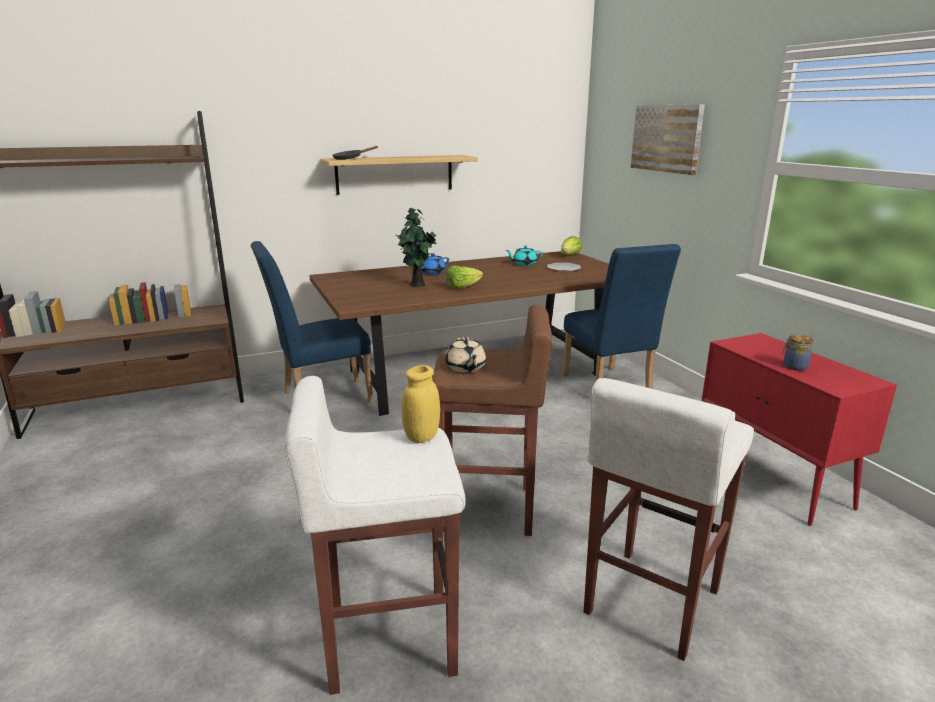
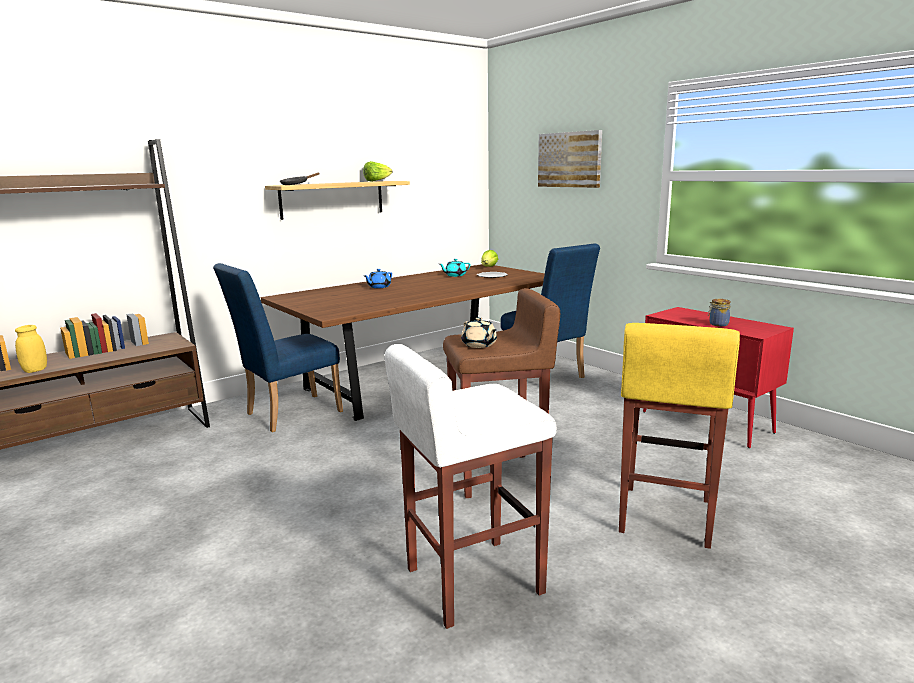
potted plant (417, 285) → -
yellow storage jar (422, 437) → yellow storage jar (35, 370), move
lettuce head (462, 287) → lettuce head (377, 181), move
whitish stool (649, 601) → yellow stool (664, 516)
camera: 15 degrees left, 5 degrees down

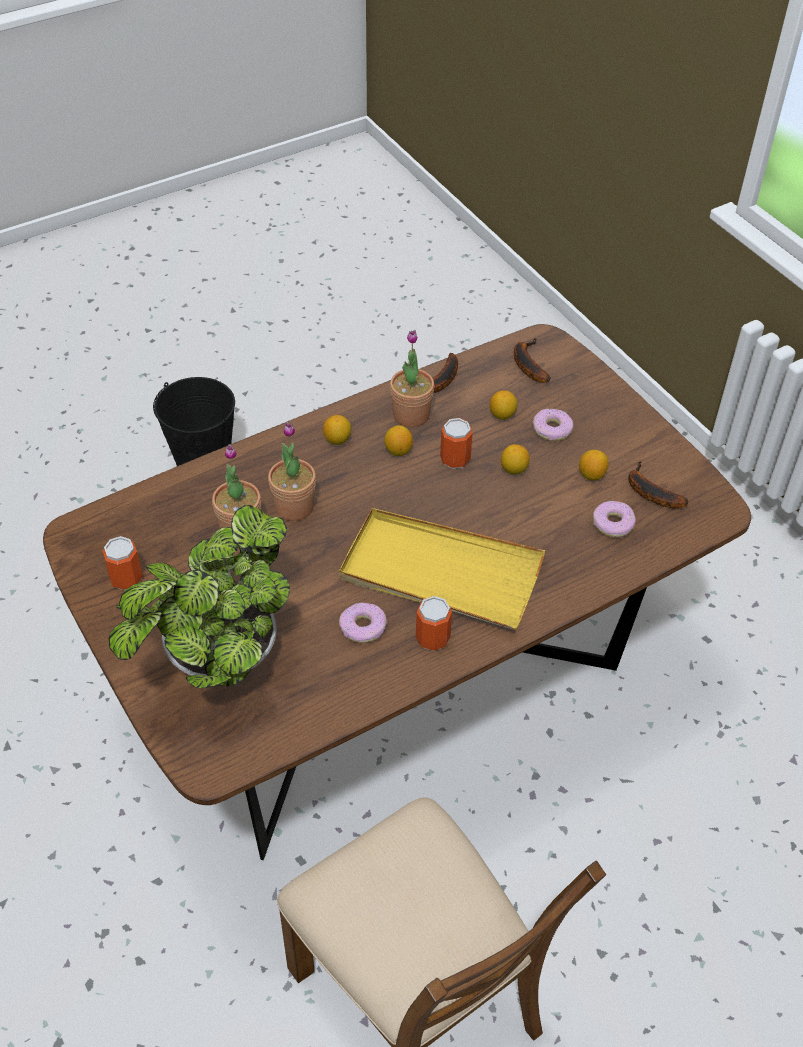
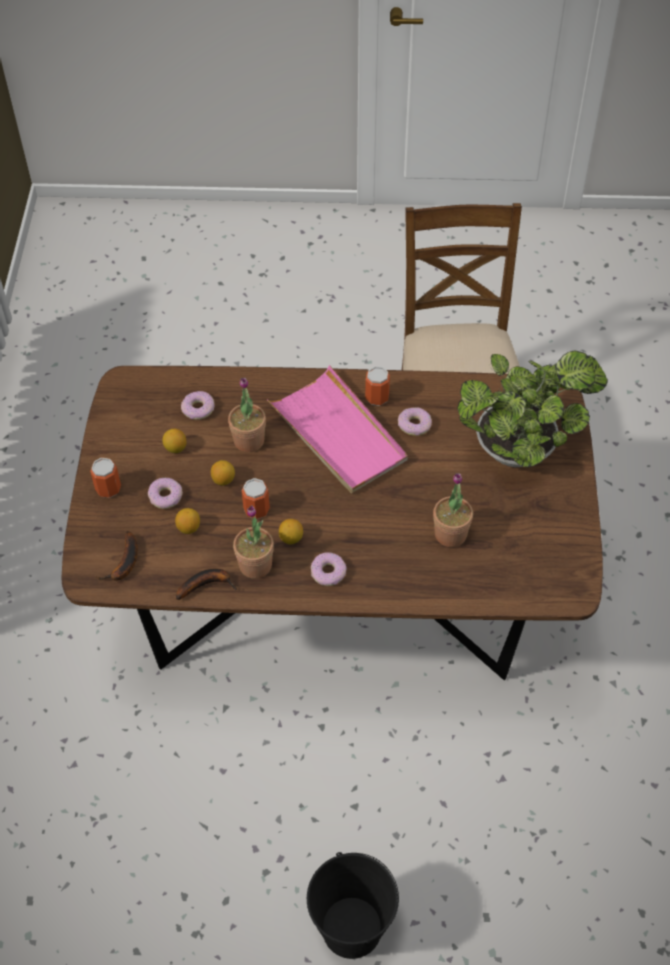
banana fruit (649, 492) → -
metal can (126, 579) → metal can (108, 489), move
potted plant (294, 507) → potted plant (249, 441), move
whole lemon (337, 440) → ring doughnut (328, 572)
yellow serving tray (440, 573) → pink-coloured serving tray (338, 434)
camera: 145 degrees left, 5 degrees up

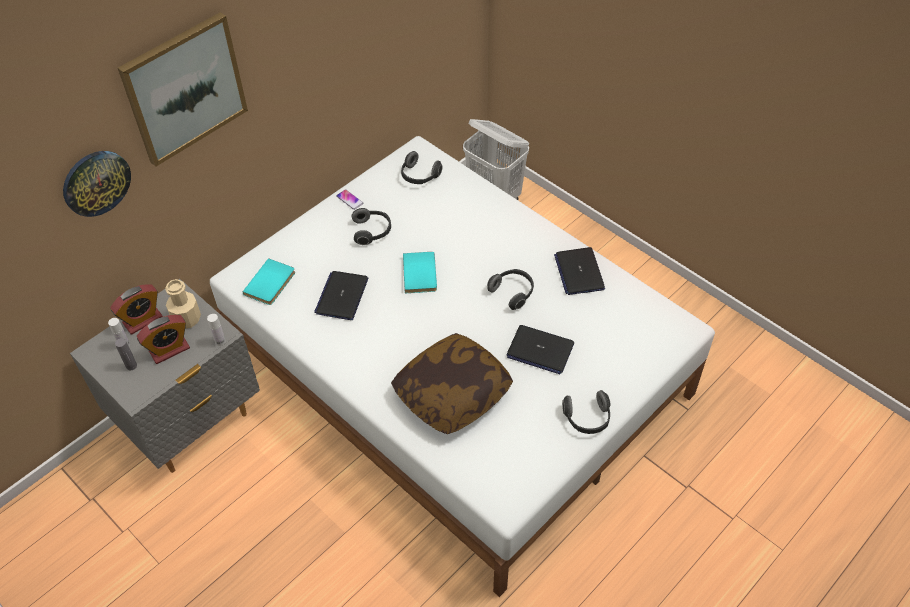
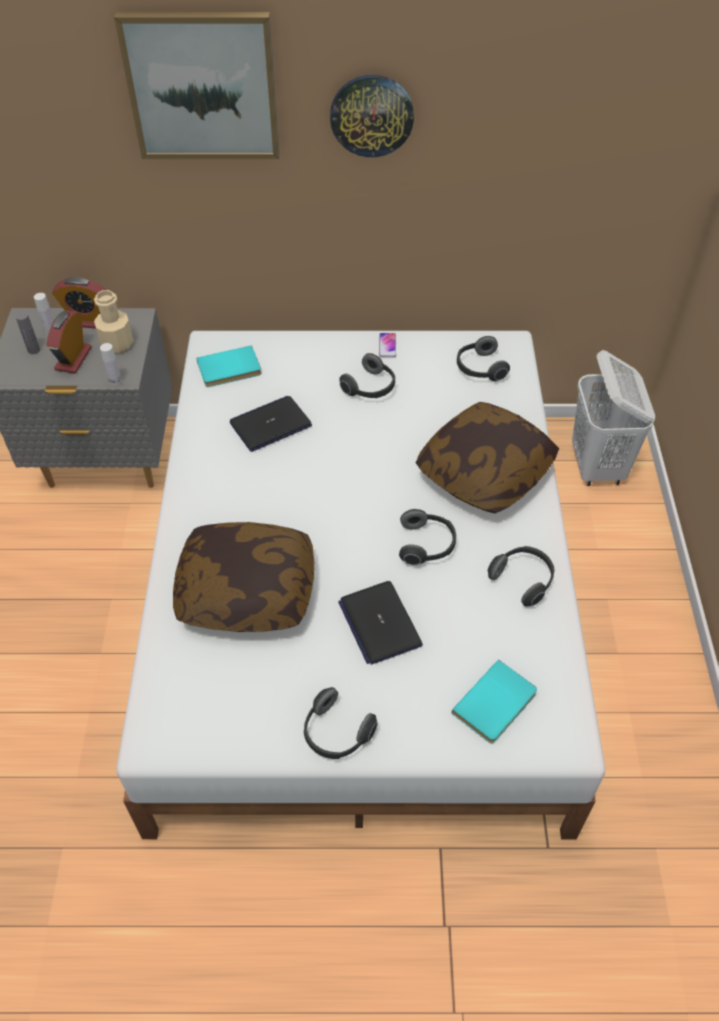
- → cushion (484, 472)
clock on the wall (96, 182) → clock on the wall (371, 115), move
turquoise-coloured volume (421, 274) → turquoise-coloured volume (496, 705), move
laptop (579, 272) → headphones (523, 580)
table clock (169, 350) → table clock (73, 358), 90 degrees clockwise
camera: 45 degrees right, 0 degrees up

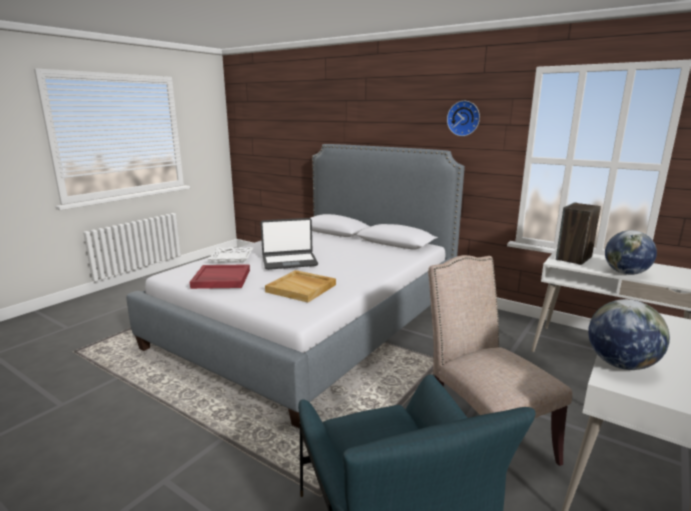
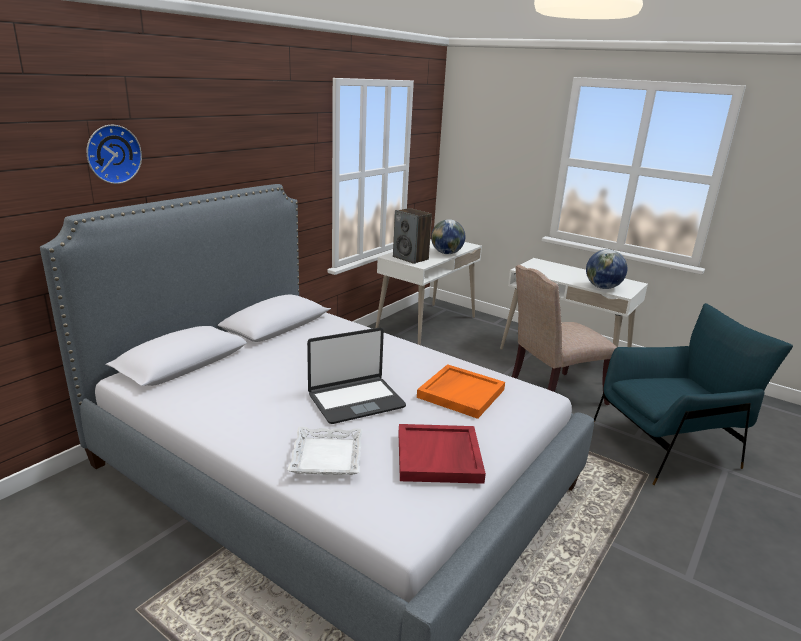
clock on the wall (464, 118) → clock on the wall (112, 154), move
beige serving tray (302, 288) → orange-coloured serving tray (460, 393)
laptop (289, 261) → laptop (355, 400), 75 degrees clockwise
camera: 90 degrees left, 5 degrees up

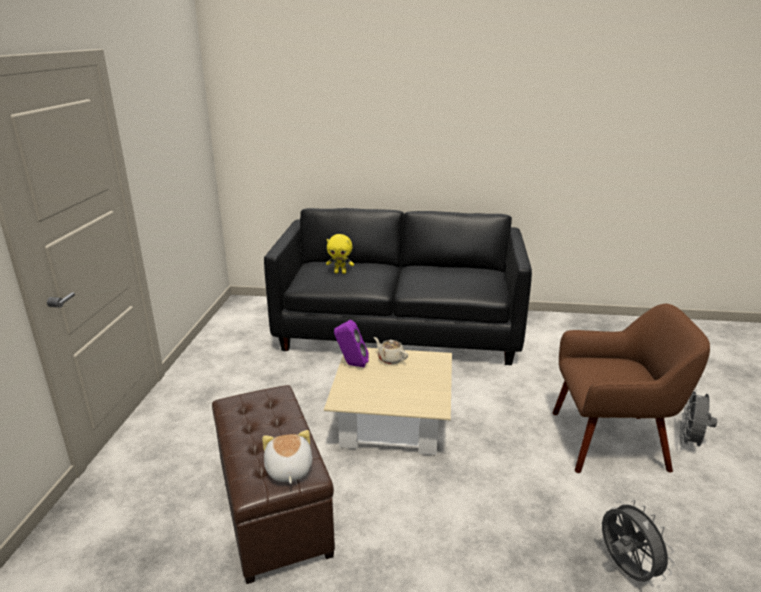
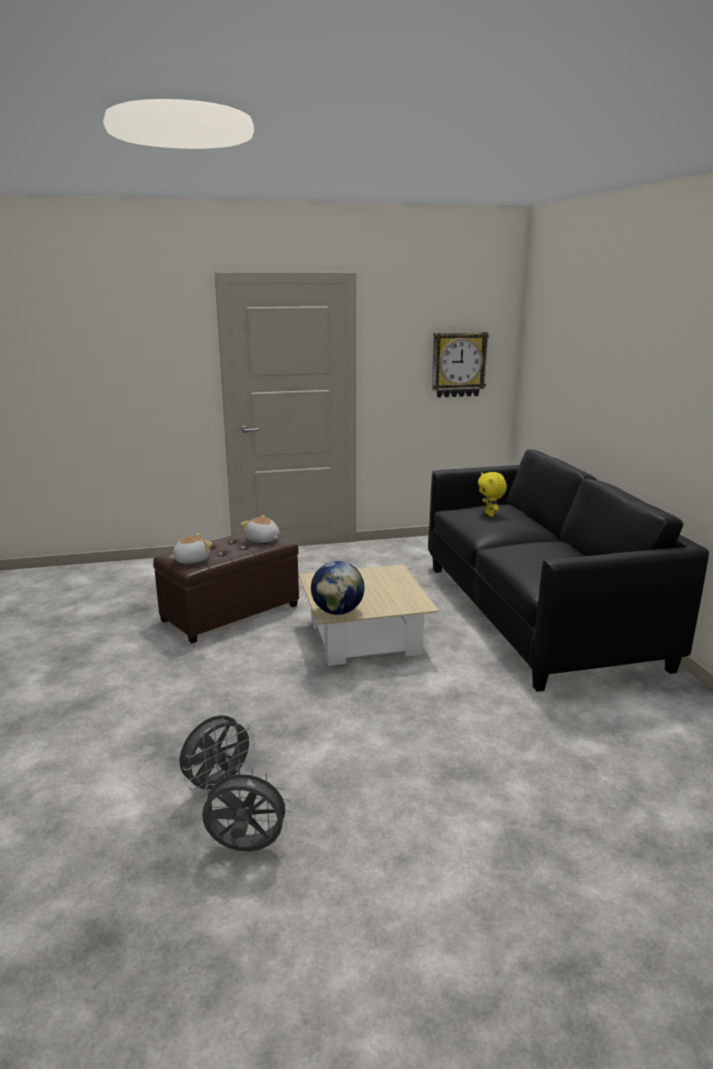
purple-coloured speaker (351, 365) → -
beige teapot (390, 359) → -
brown-coloured armchair (611, 441) → -
- → cuddly toy (262, 540)
- → desk globe (337, 611)
- → clock on the wall (458, 364)
gray electric fan (689, 442) → gray electric fan (245, 849), move
camera: 70 degrees right, 5 degrees down

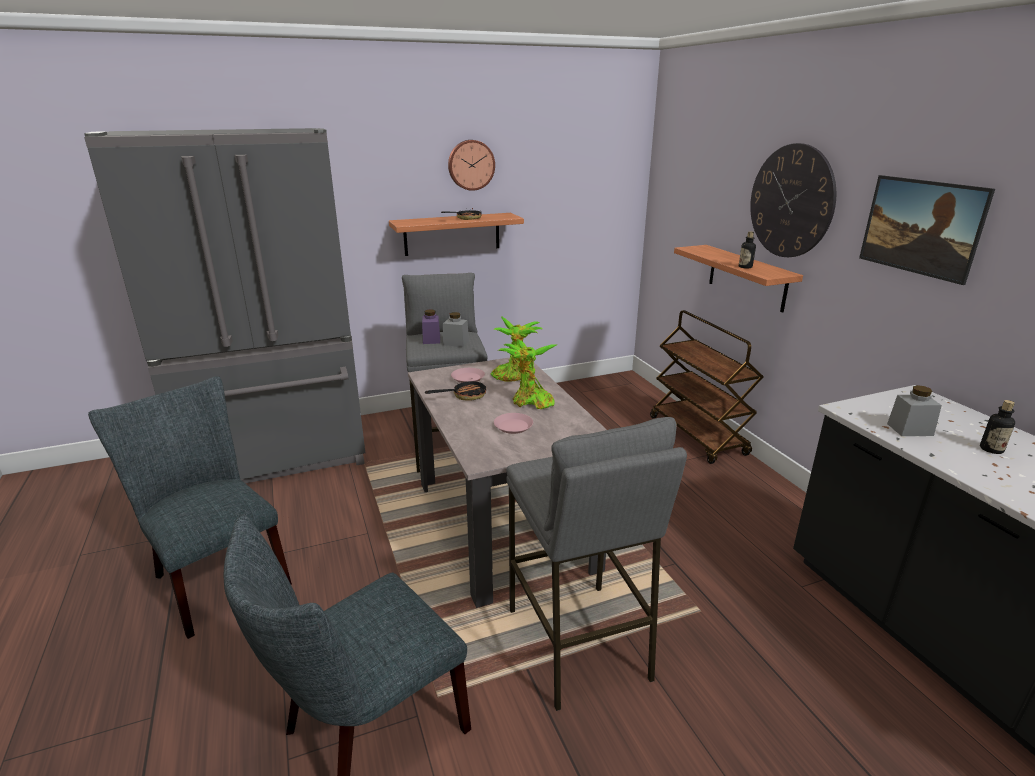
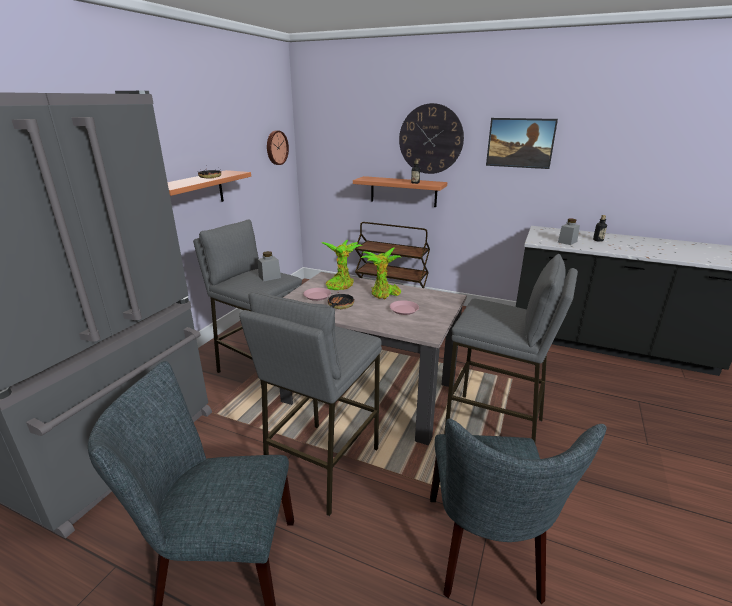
purple-coloured storage jar (431, 340) → -
- → gray stool (322, 466)
clock on the wall (471, 165) → clock on the wall (276, 147), move
camera: 45 degrees left, 0 degrees up

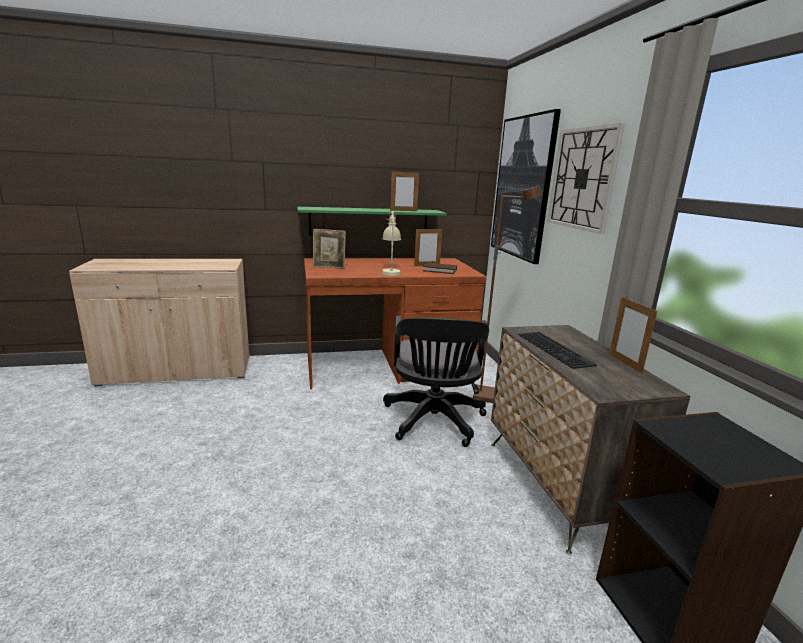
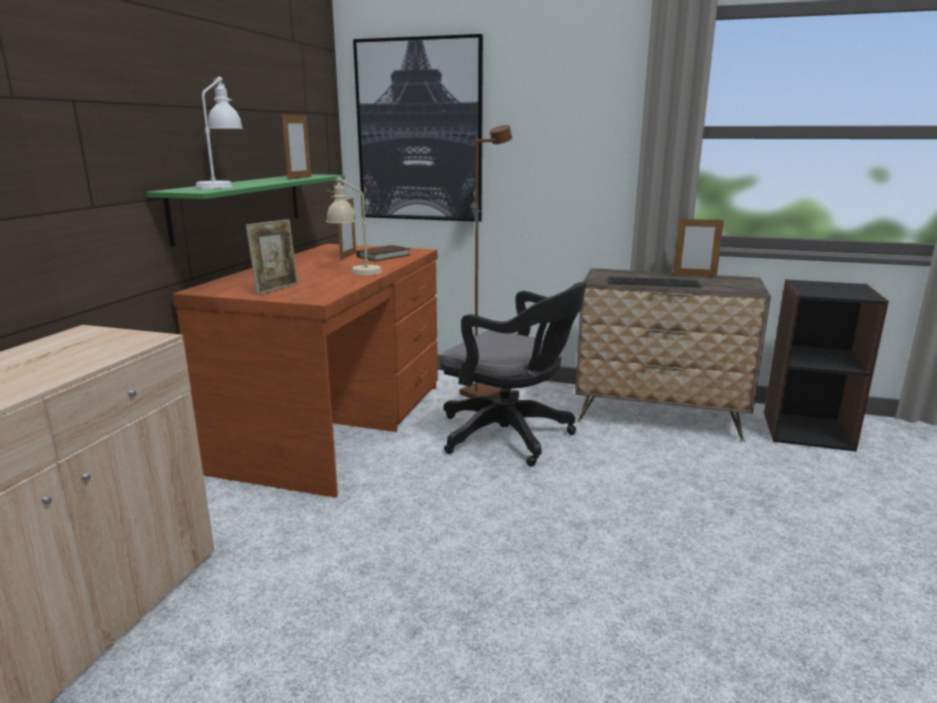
clock on the wall (583, 179) → -
- → whitish tabletop lamp (222, 186)
camera: 60 degrees left, 0 degrees up

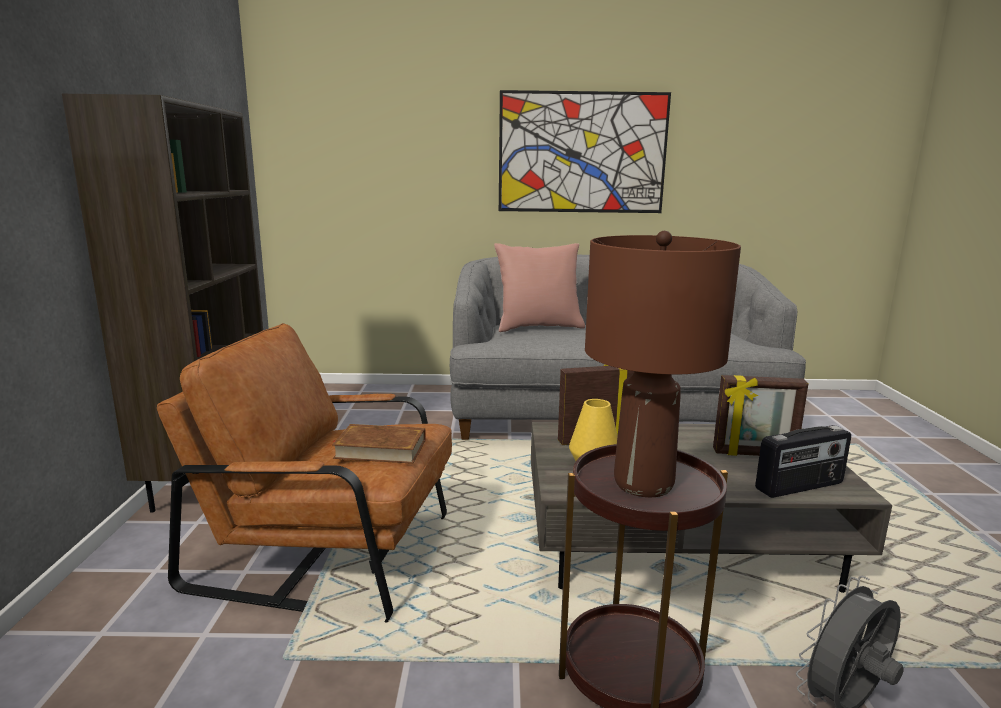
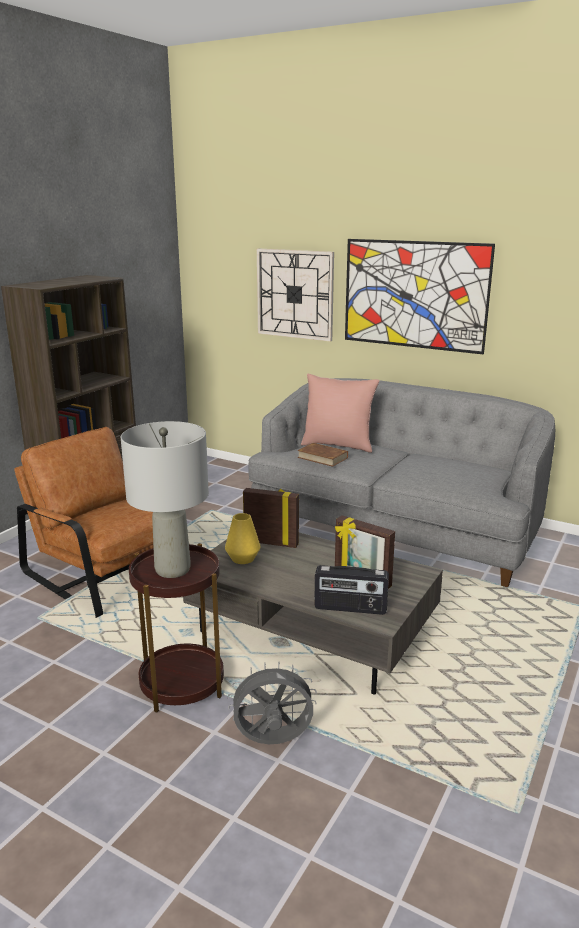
- → clock on the wall (295, 294)
brown-coloured volume (380, 449) → brown-coloured volume (322, 457), move
brown-coloured tabletop lamp (644, 484) → gray tabletop lamp (173, 570)
camera: 30 degrees right, 5 degrees up

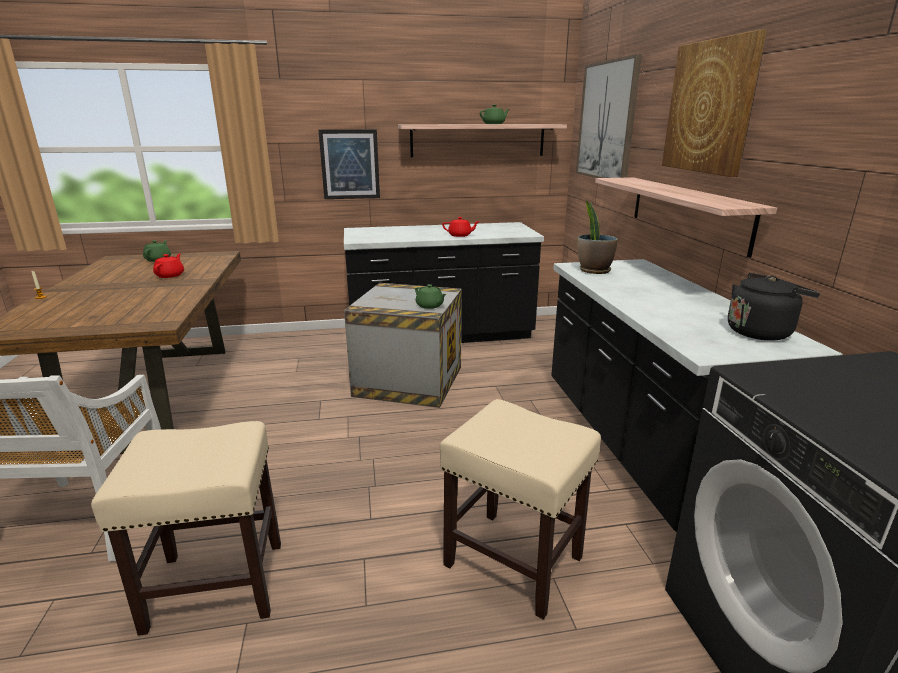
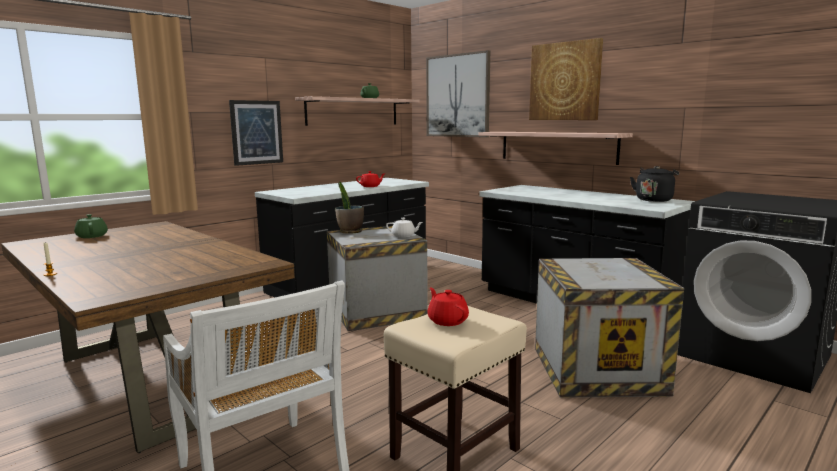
reddish teapot (170, 275) → reddish teapot (447, 320), move
potted plant (594, 270) → potted plant (350, 232), move
beige stool (515, 561) → shipping crate (599, 370)
green teapot (430, 306) → whitish teapot (404, 236)
camera: 35 degrees left, 10 degrees down

